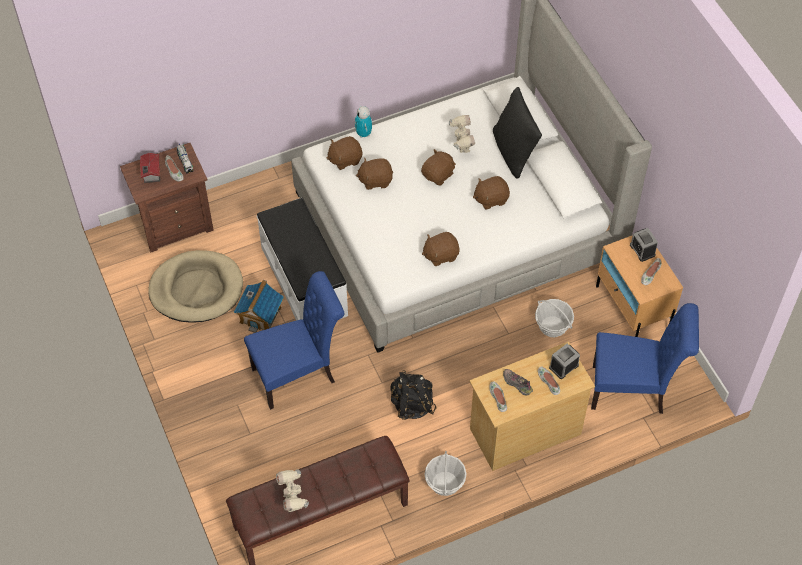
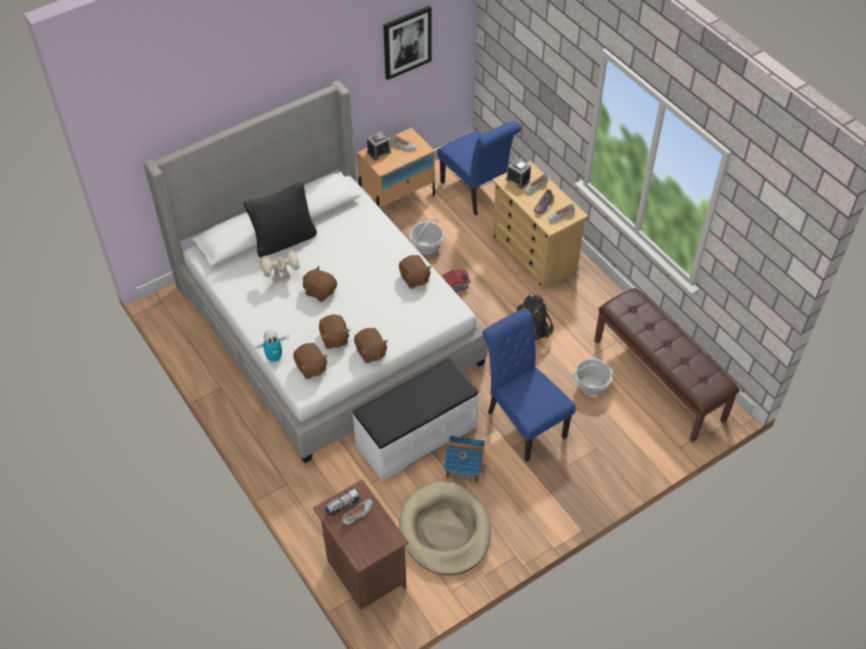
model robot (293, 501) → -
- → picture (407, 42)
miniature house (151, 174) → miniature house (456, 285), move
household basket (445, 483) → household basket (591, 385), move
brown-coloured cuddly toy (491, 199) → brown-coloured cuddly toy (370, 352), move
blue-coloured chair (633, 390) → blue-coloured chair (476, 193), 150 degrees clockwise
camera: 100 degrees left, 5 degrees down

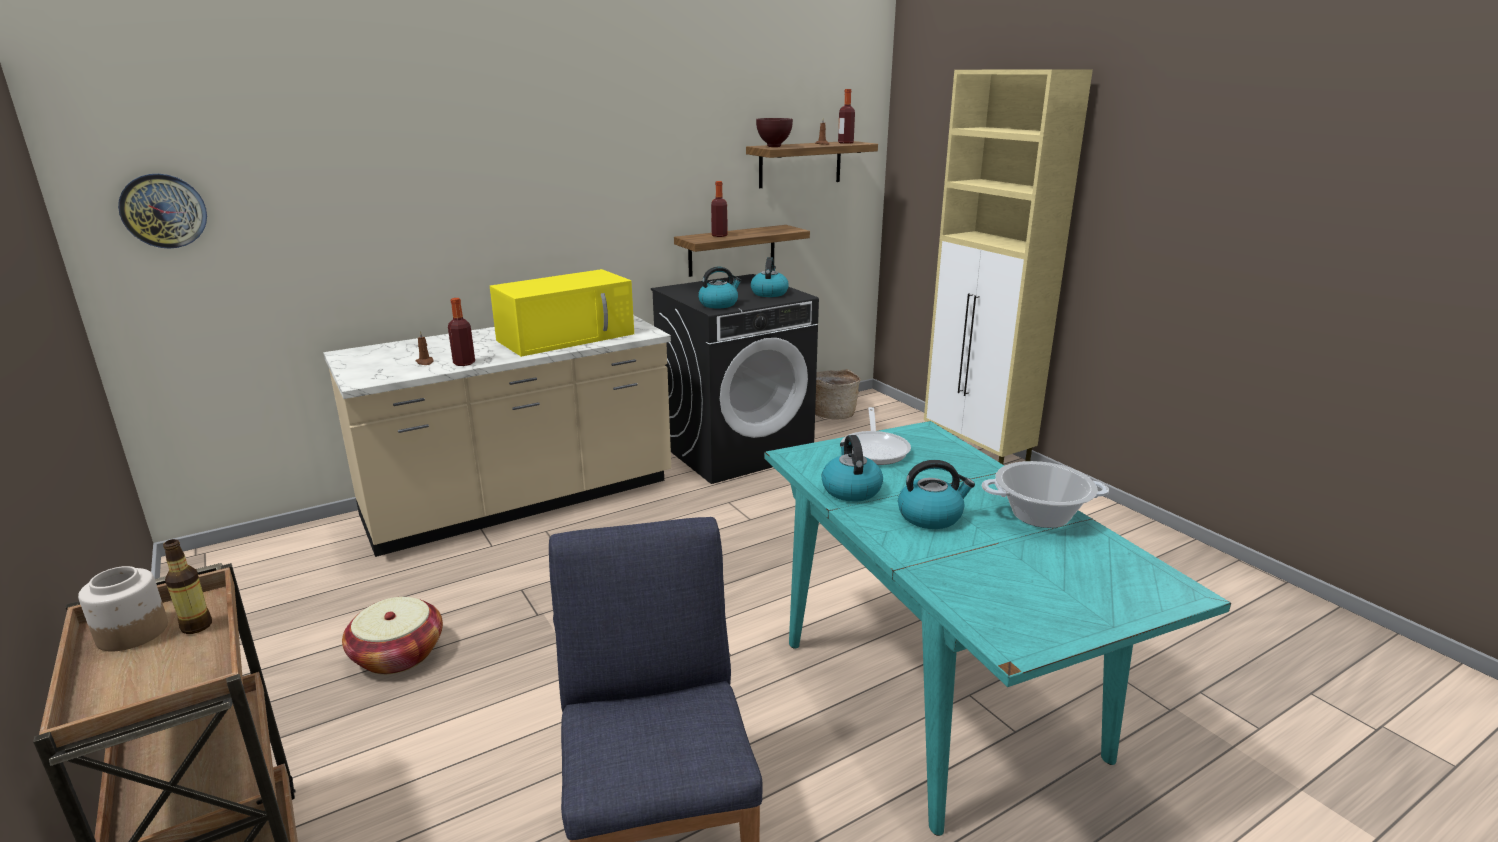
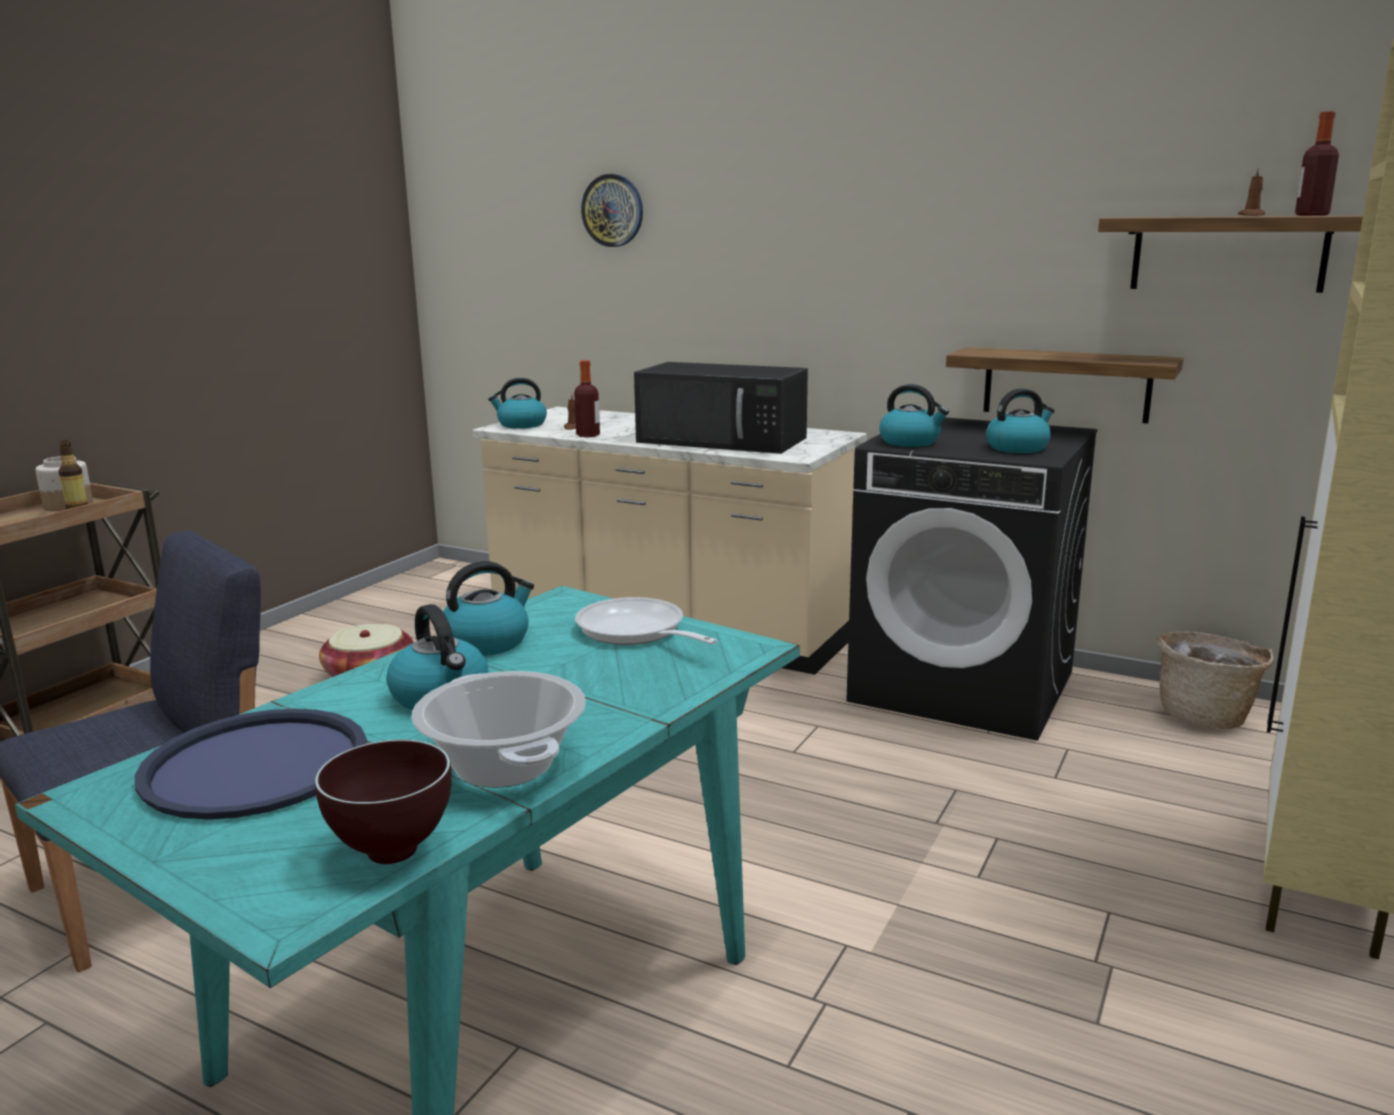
beverage bottle (719, 235) → -
- → blue-coloured serving tray (256, 765)
- → tea kettle (521, 425)
clock on the wall (163, 211) → clock on the wall (613, 210), move
brown-coloured deep dish (773, 146) → brown-coloured deep dish (392, 851), move
yellow microwave oven (567, 336) → black microwave oven (724, 440)
pan (875, 449) → pan (636, 632), 75 degrees clockwise
camera: 60 degrees right, 5 degrees down

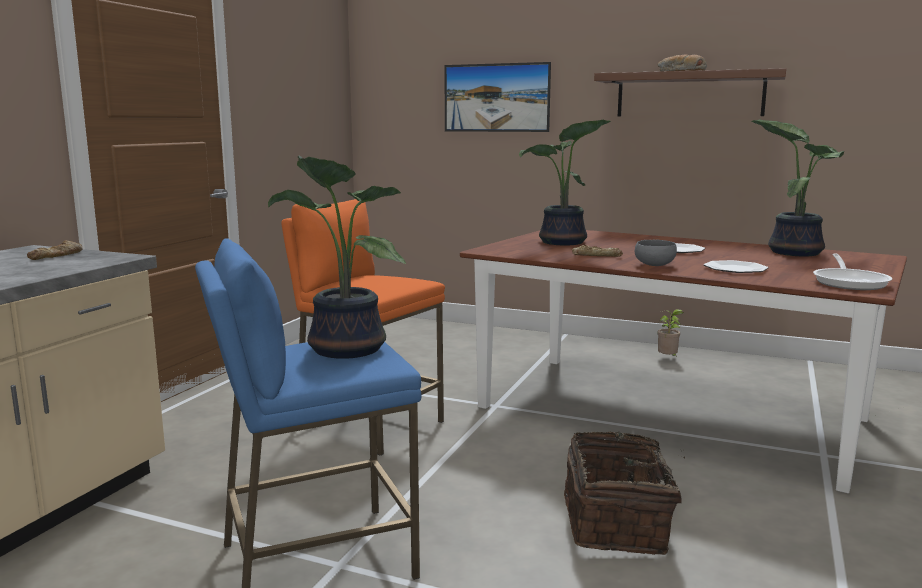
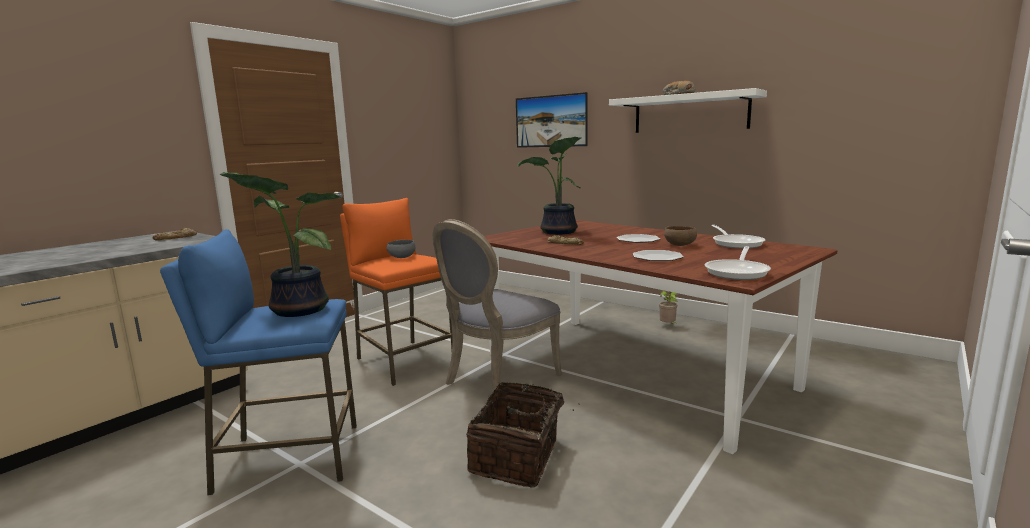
- → gray chair (497, 379)
- → brown-coloured deep dish (679, 245)
gray deep dish (654, 265) → gray deep dish (401, 257), move
potted plant (794, 252) → pan (736, 243)
brown-coloured shelf (689, 95) → whitish shelf (690, 113)
camera: 15 degrees right, 0 degrees up

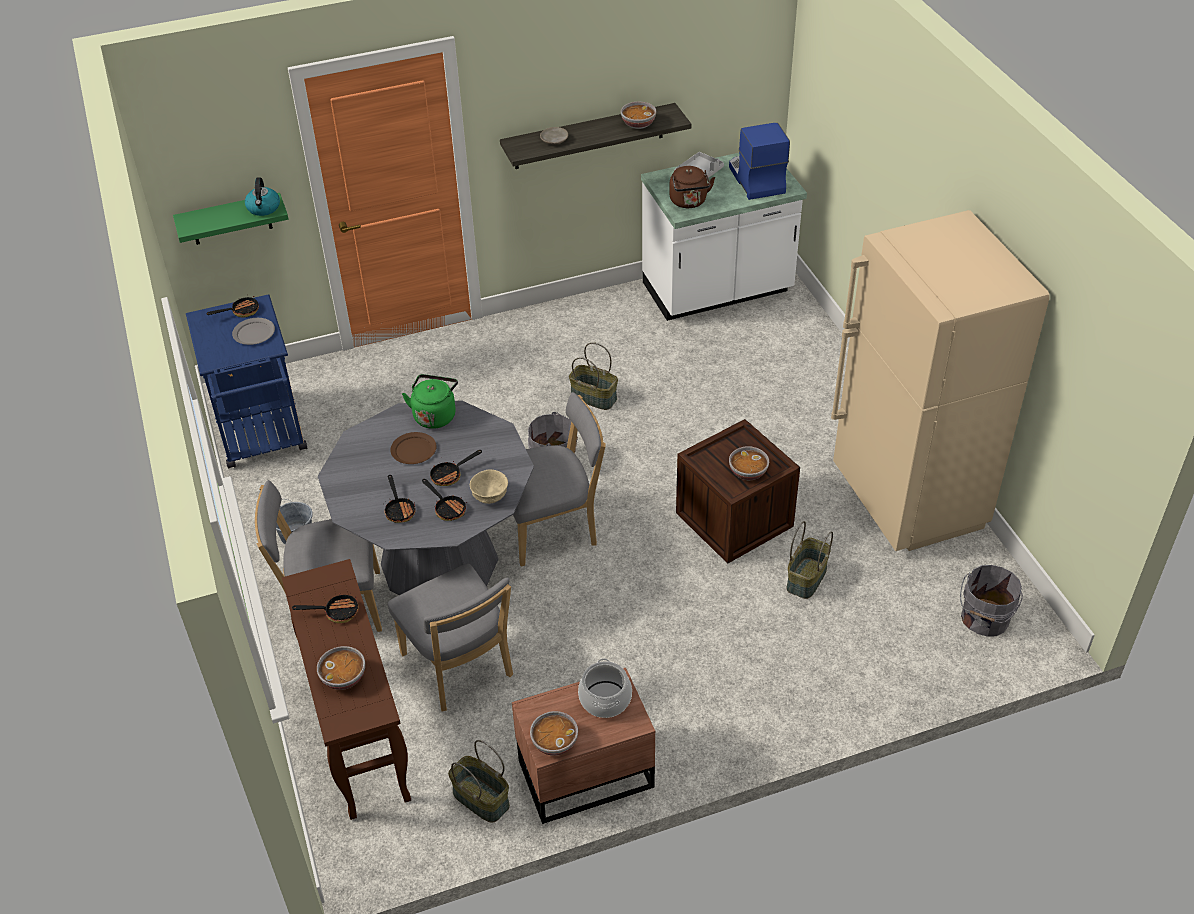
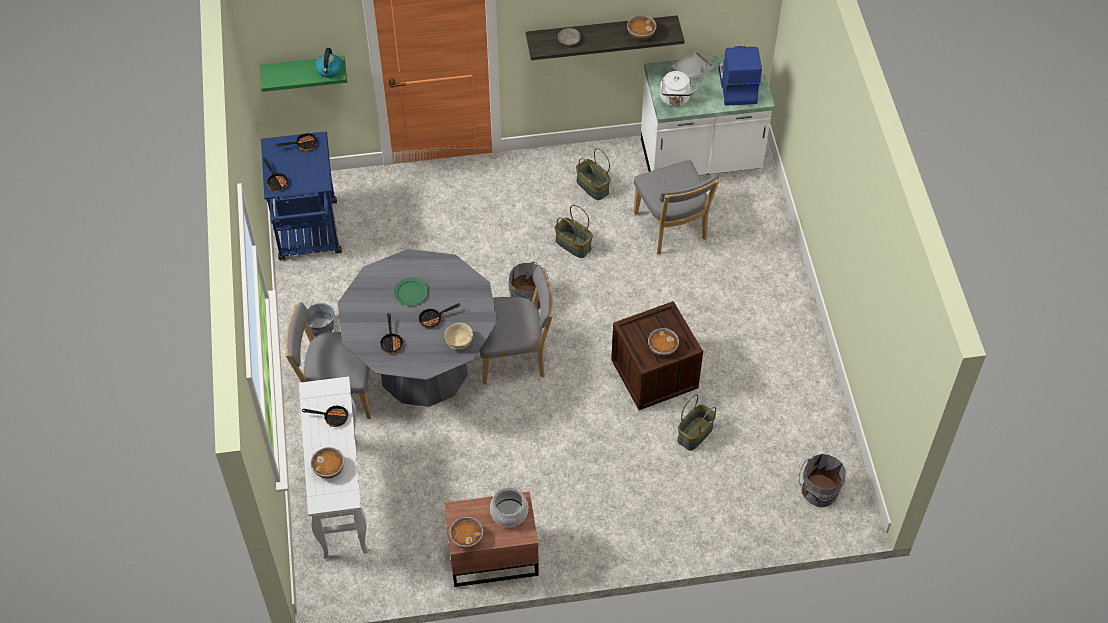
gray dinner plate (253, 333) → -
green tea kettle (435, 415) → -
beige kitchen fridge (908, 500) → -
gray chair (459, 669) → gray chair (672, 229), move
pan (447, 508) → pan (276, 181), move
household basket (480, 799) → household basket (592, 187), move
brown-coloured hall table (359, 734) → whitish hall table (340, 496)
brown-coloured dinner plate (414, 450) → green dinner plate (411, 293)
brown-coloured tea kettle (689, 202) → whitish tea kettle (675, 100)
camera: 10 degrees right, 10 degrees up

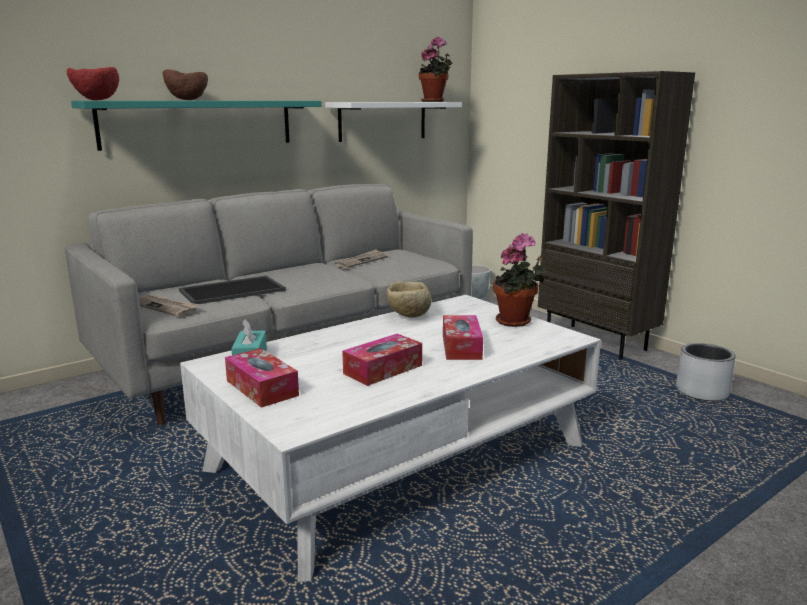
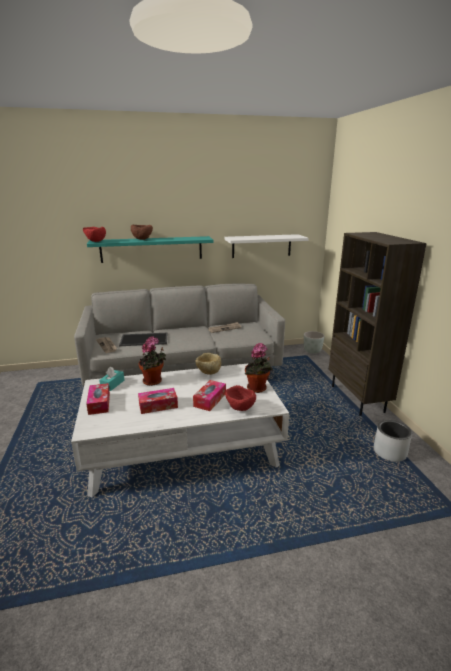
- → reddish deep dish (240, 409)
potted plant (435, 101) → potted plant (154, 381), move
camera: 25 degrees right, 5 degrees up

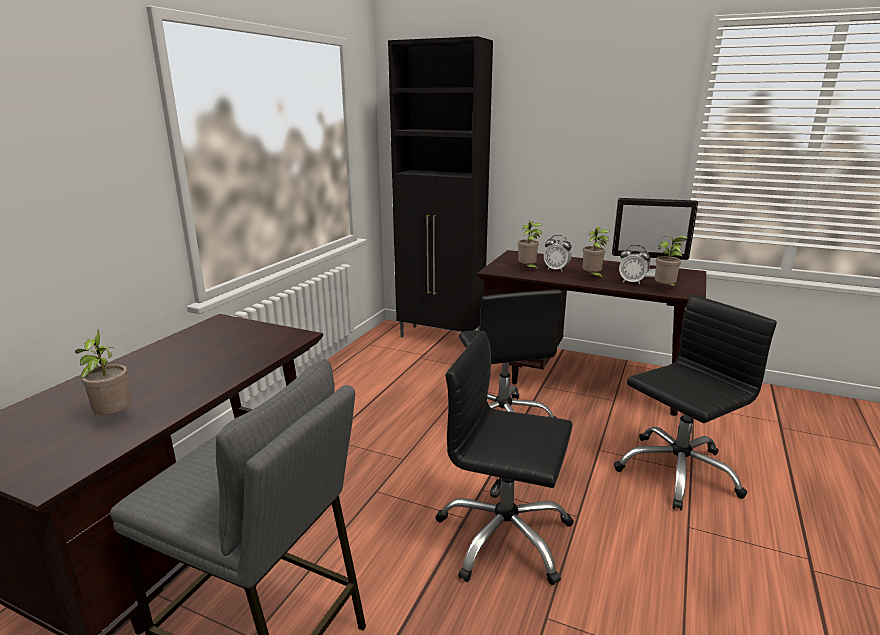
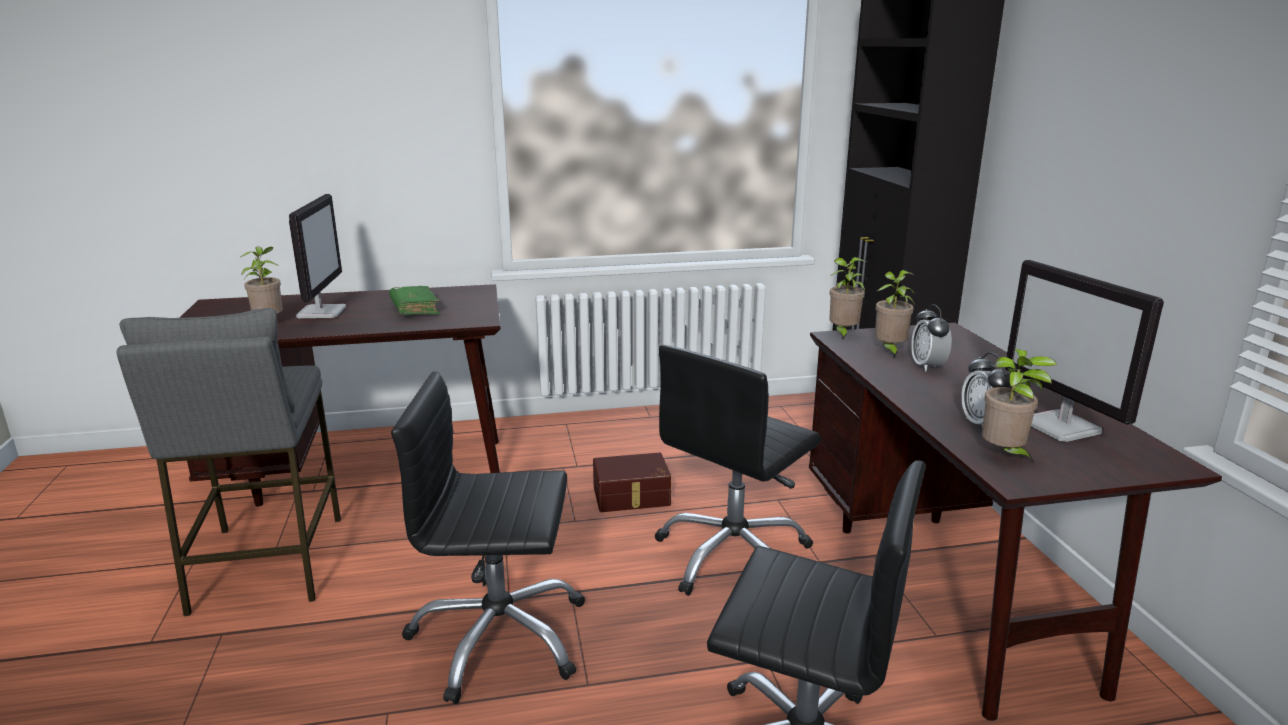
- → monitor (322, 312)
- → green volume (415, 309)
- → brown-coloured storage container (632, 497)
potted plant (592, 277) → potted plant (842, 334), move
black desk chair (504, 536) → black desk chair (499, 637), 75 degrees counterclockwise
camera: 55 degrees right, 0 degrees up

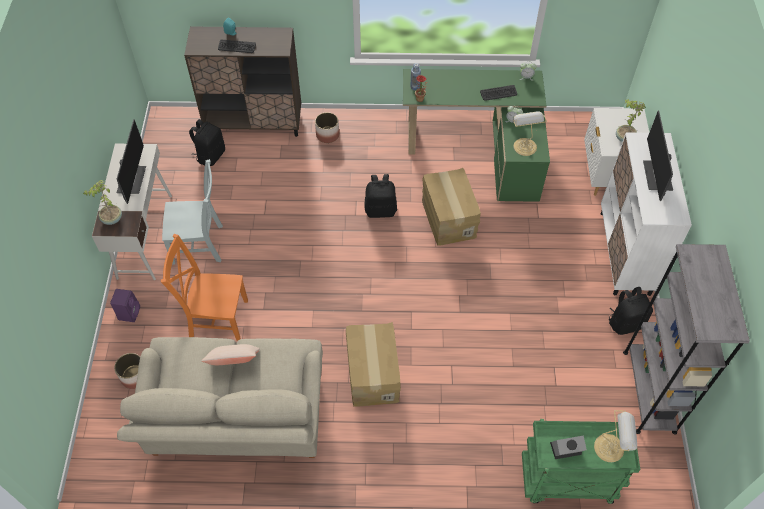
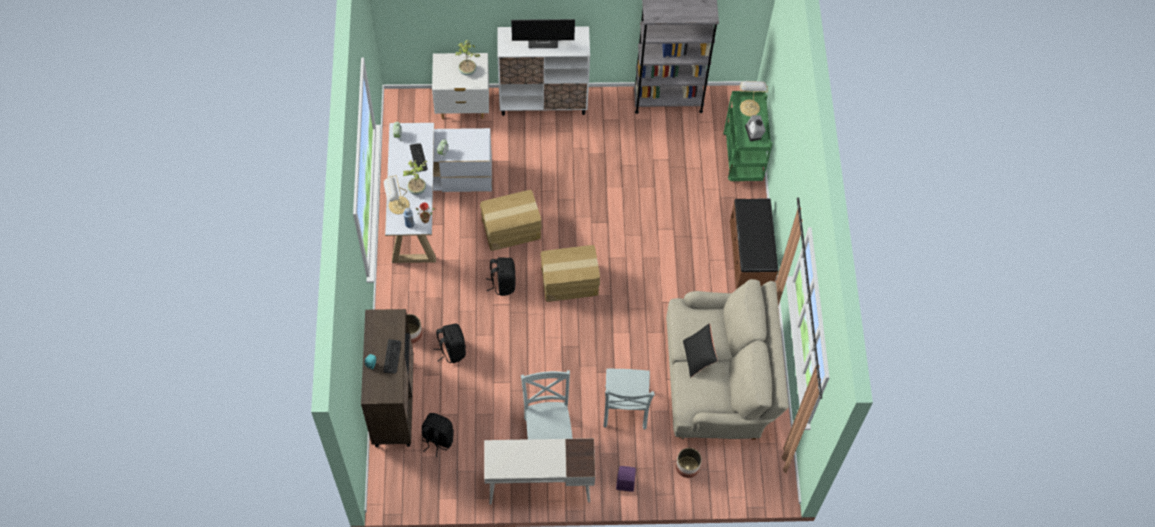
monitor (131, 179) → -
- → brown-coloured long seat (751, 256)
potted plant (111, 219) → potted plant (417, 189), move
carton (372, 374) → carton (569, 282), move
tabletop lamp (524, 146) → tabletop lamp (397, 205), move
black knapsack (625, 322) → black knapsack (451, 350), move
orange-coloured chair (216, 317) → gray chair (624, 409)
beige cushion (234, 364) → black cushion (698, 357)
green desk (481, 149) → whitish desk (429, 202)
camera: 95 degrees left, 5 degrees up

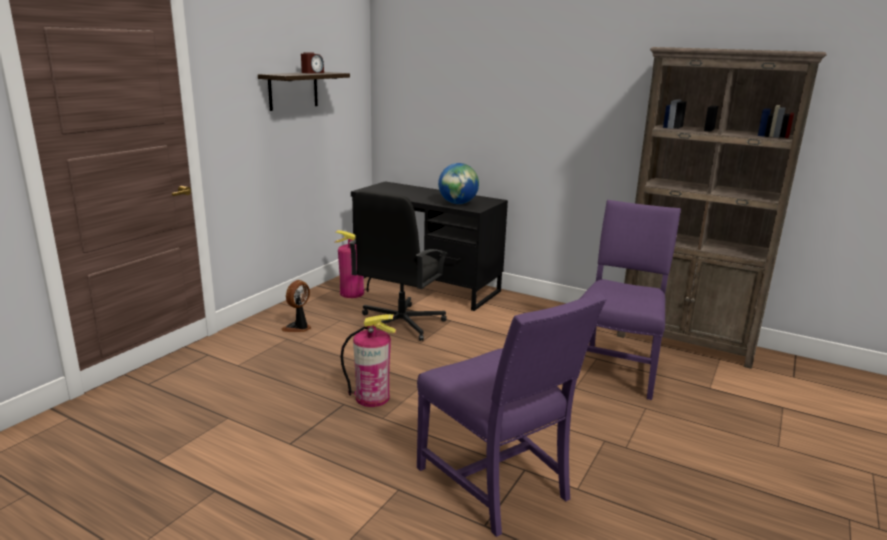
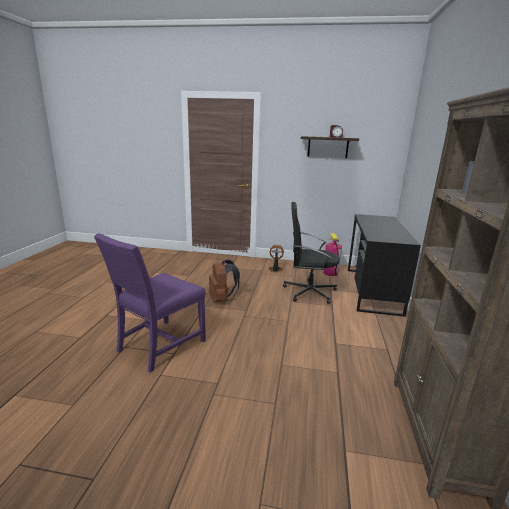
desk globe (458, 203) → -
purple-coloured chair (615, 368) → -
fire-fighting cylinder (372, 397) → brown-coloured knapsack (222, 300)
camera: 70 degrees right, 0 degrees up

